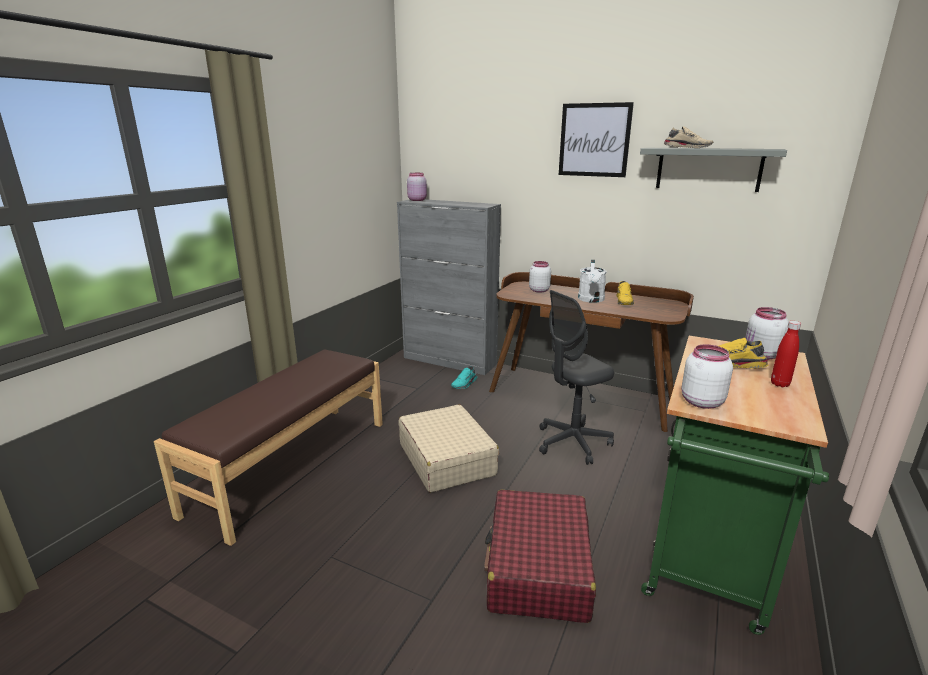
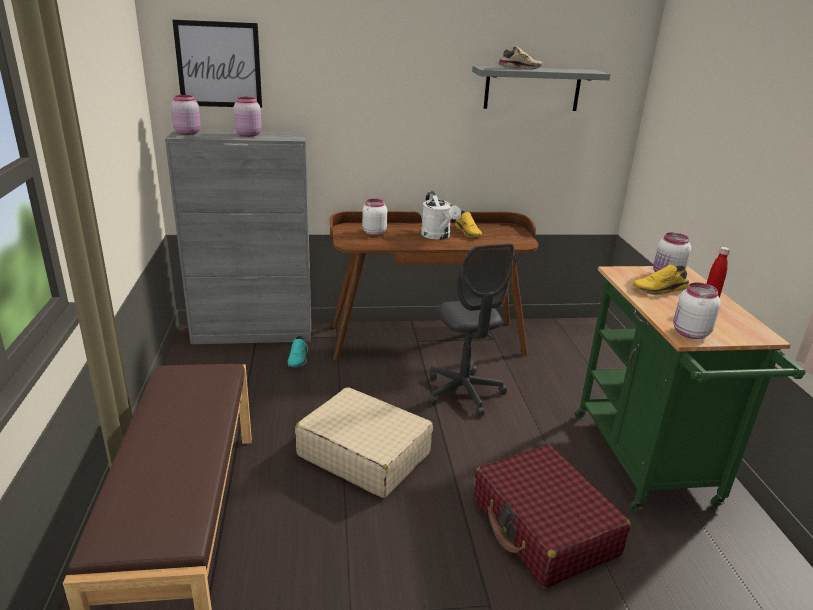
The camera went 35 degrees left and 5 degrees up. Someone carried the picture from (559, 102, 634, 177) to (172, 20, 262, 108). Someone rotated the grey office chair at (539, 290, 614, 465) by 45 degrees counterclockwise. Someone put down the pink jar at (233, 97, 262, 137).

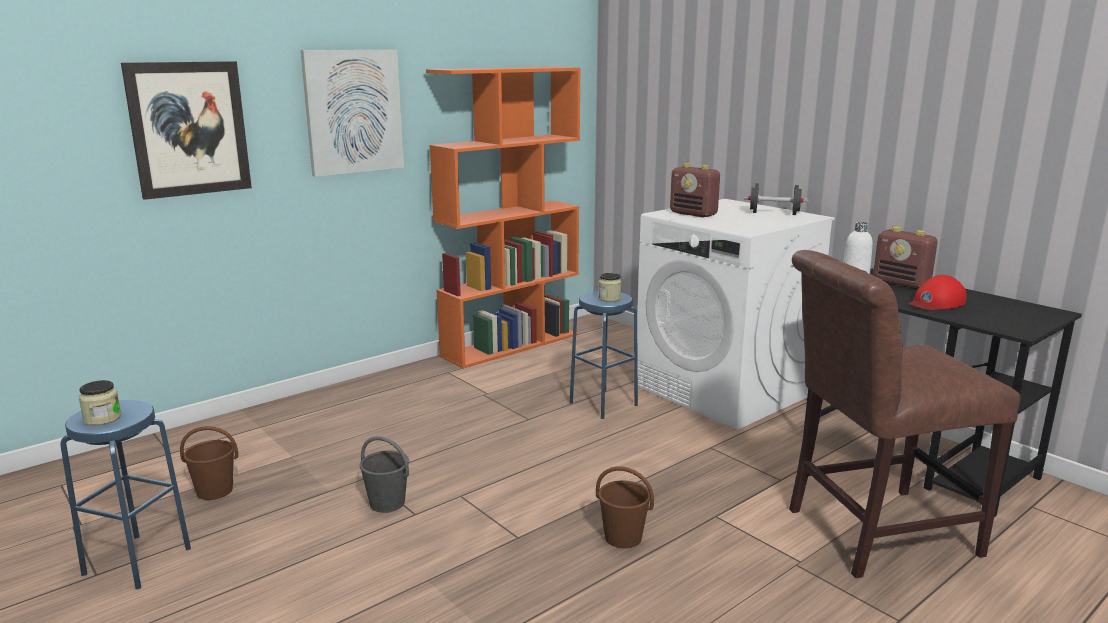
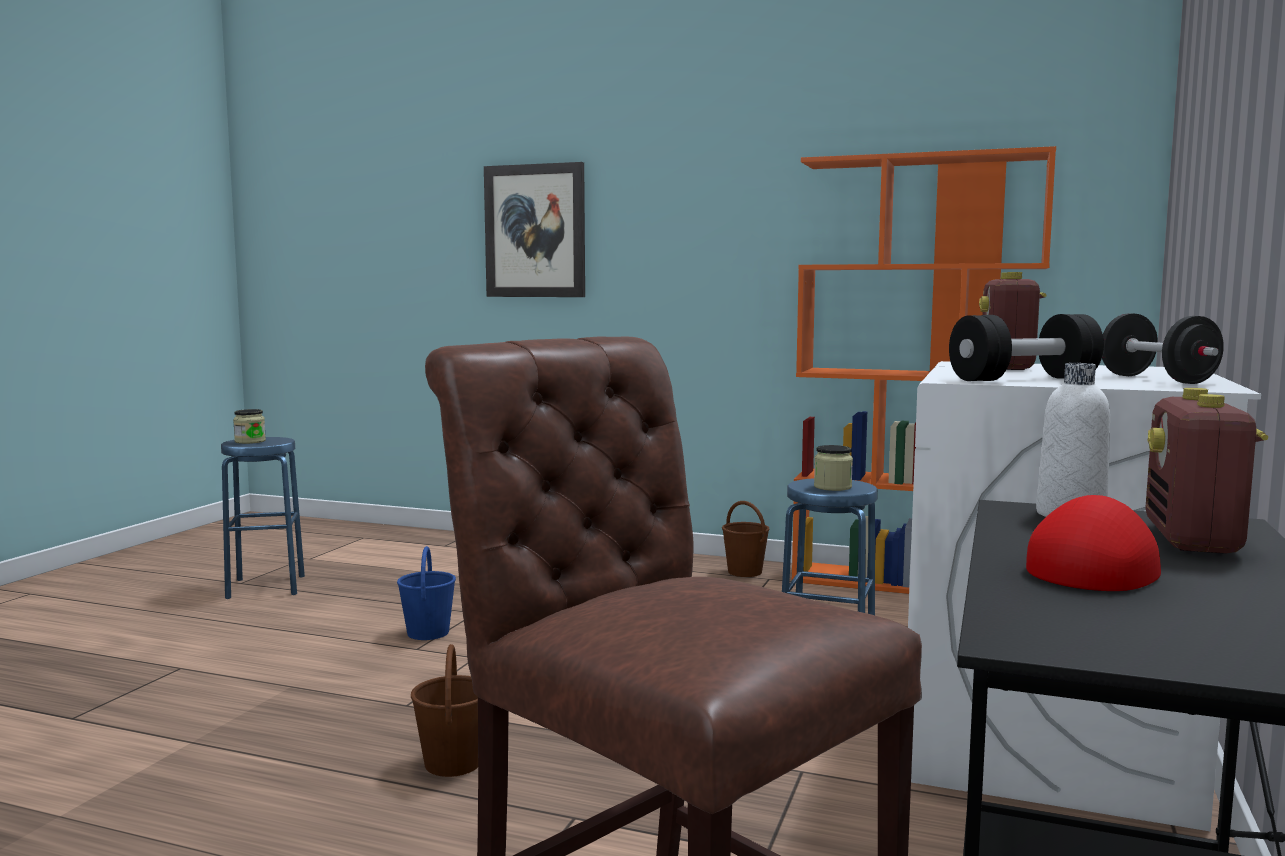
The camera went 60 degrees right and 10 degrees down. Someone took away the picture at (301, 50, 404, 177). Someone rotated the red cap at (909, 275, 967, 310) by 105 degrees clockwise. Someone carried the brown bucket from (180, 426, 239, 500) to (722, 501, 770, 577). Someone repainted the grey bucket at (360, 436, 409, 513), which became the blue bucket at (397, 546, 456, 640). Someone put down the black dumbbell at (949, 314, 1104, 381).

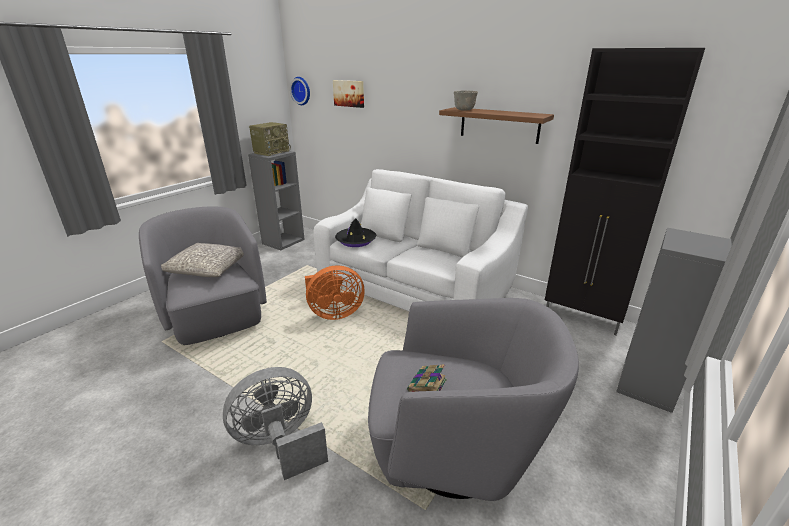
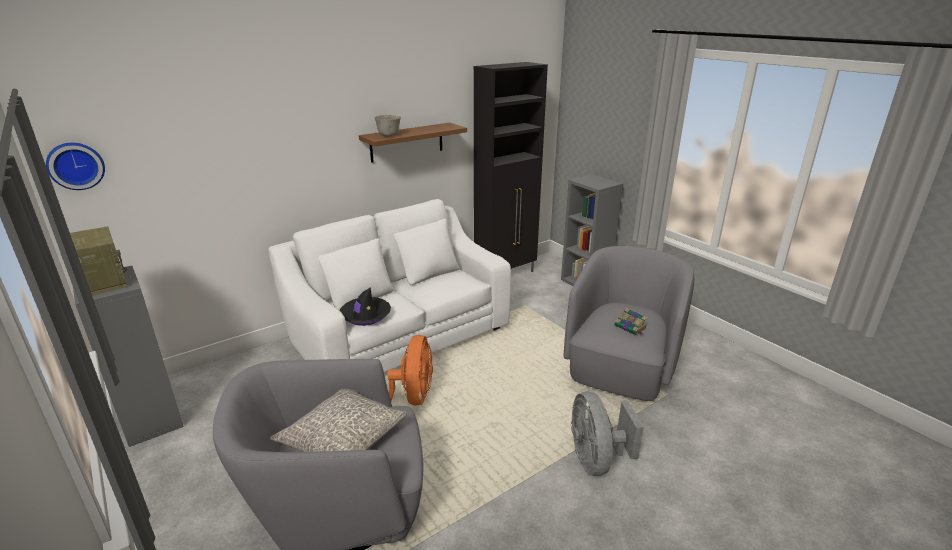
The camera went 70 degrees left and 0 degrees up. Someone took away the picture at (333, 80, 364, 108).

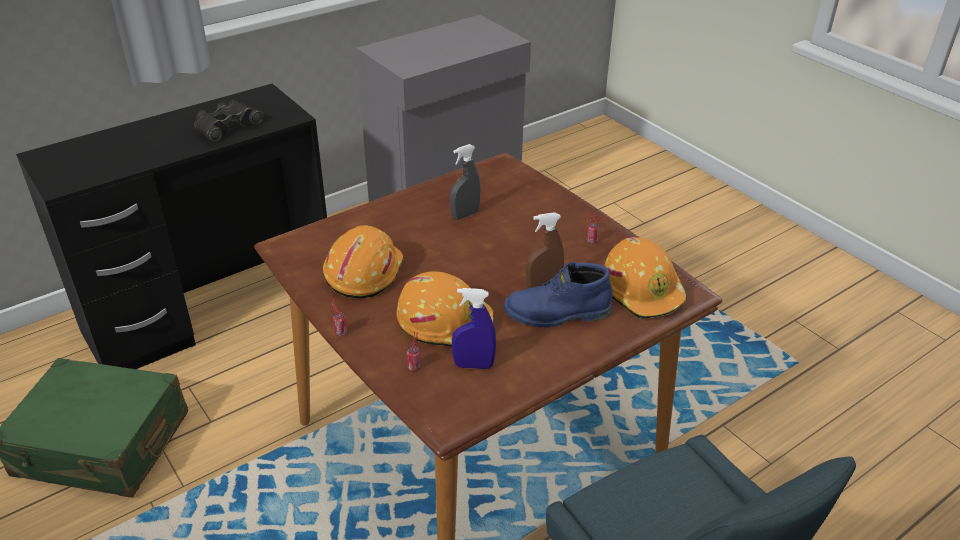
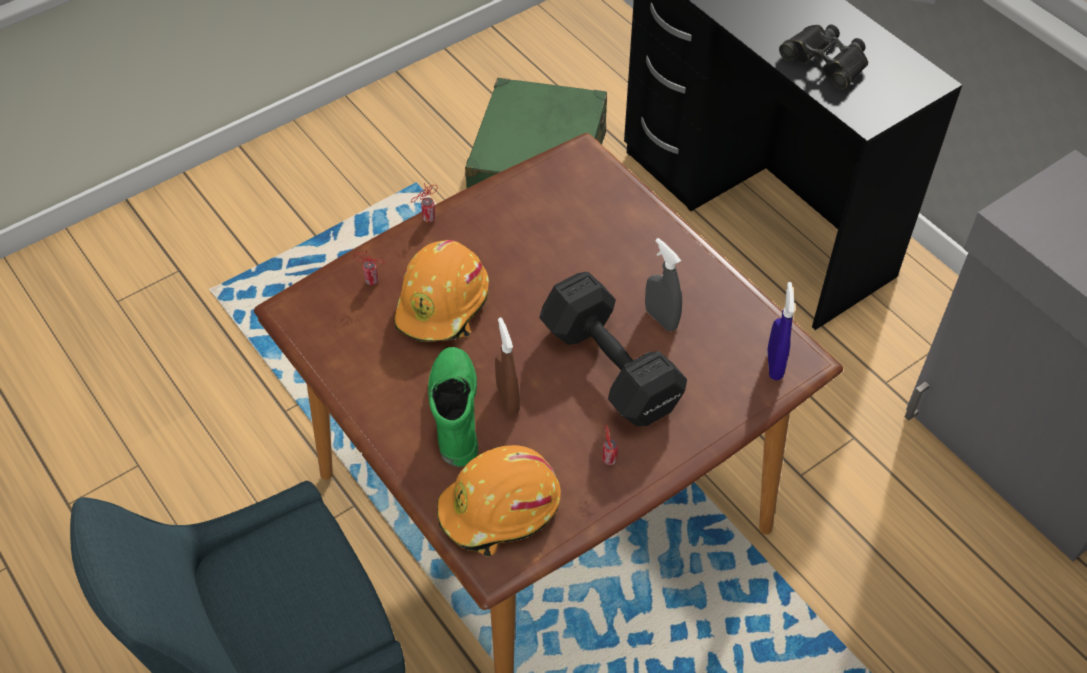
The camera went 90 degrees right and 15 degrees up. Someone took away the orange hard hat at (323, 225, 403, 298). Someone repainted the blue boot at (504, 262, 612, 328), which became the green boot at (428, 347, 478, 467). Someone carried the blue spray bottle from (452, 288, 496, 369) to (768, 282, 795, 380). Someone put down the black dumbbell at (539, 272, 687, 426).

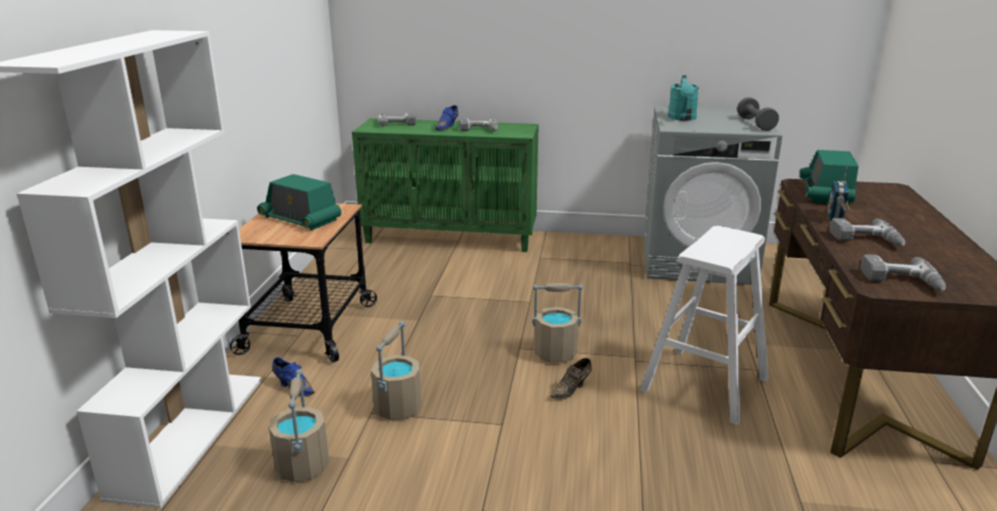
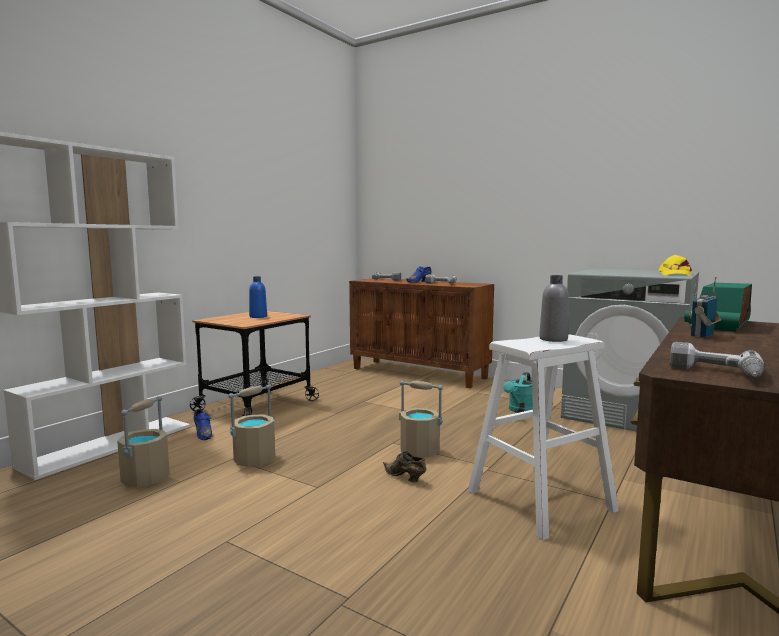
The camera went 25 degrees right and 15 degrees down. Someone carried the turquoise watering can from (668, 75, 699, 121) to (503, 372, 533, 413). Someone swapped the grey dumbbell at (737, 97, 779, 131) for the yellow cap at (659, 255, 692, 276). Someone repainted the green cabinet at (352, 118, 539, 252), which became the brown cabinet at (349, 278, 494, 388). Someone swapped the radio at (257, 174, 341, 230) for the blue bottle at (249, 276, 267, 318). Someone took away the power drill at (830, 218, 905, 246). Someone rotated the brown shoe at (550, 358, 592, 400) by 60 degrees clockwise. Someone put down the grey bottle at (539, 275, 569, 342).

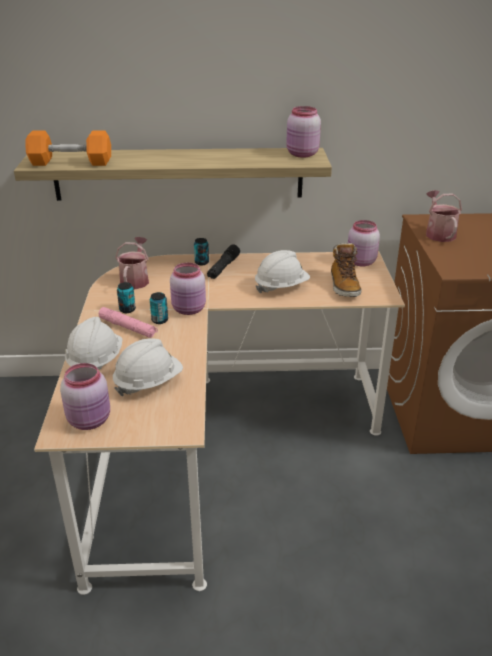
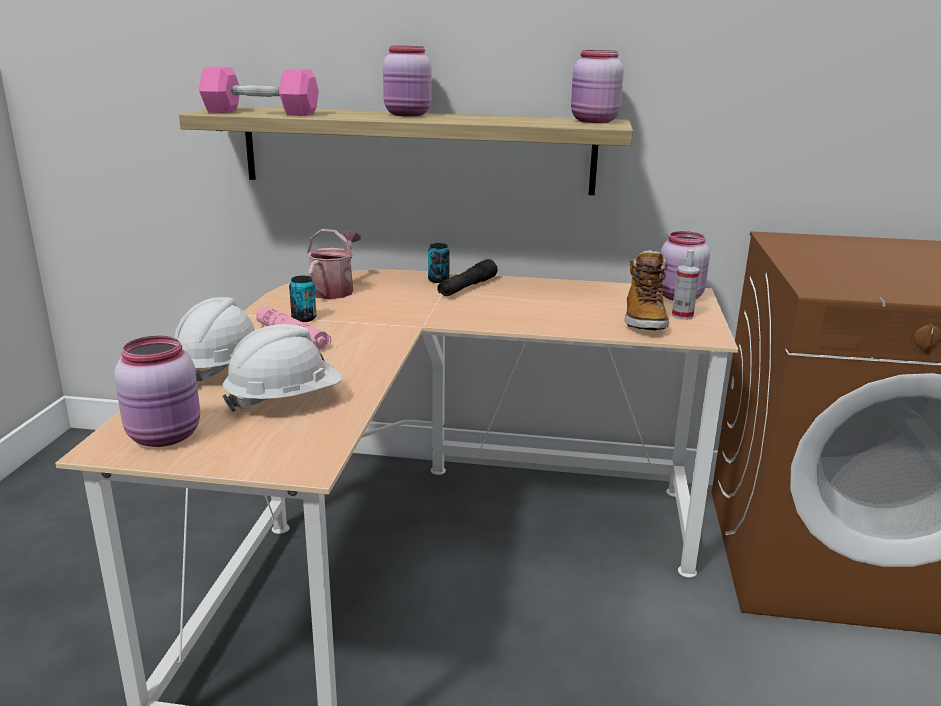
The camera went 10 degrees right and 10 degrees down. Someone repainted the orange dumbbell at (26, 131, 111, 166), which became the pink dumbbell at (199, 67, 319, 116). Someone took away the watering can at (426, 190, 462, 242). Someone took away the white hard hat at (255, 250, 310, 293). Someone carried the pink jar from (170, 263, 206, 315) to (383, 46, 432, 116). Someone took away the can at (150, 292, 168, 324). Someone put down the spray bottle at (672, 250, 700, 320).

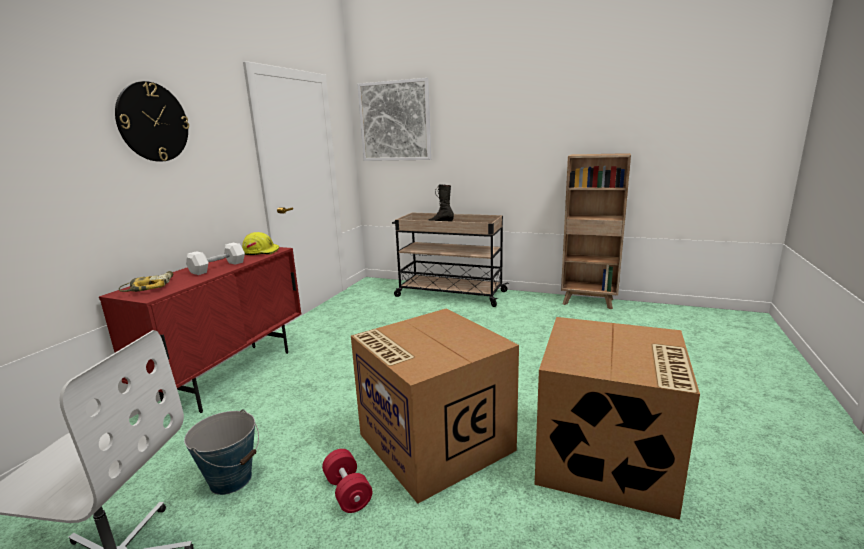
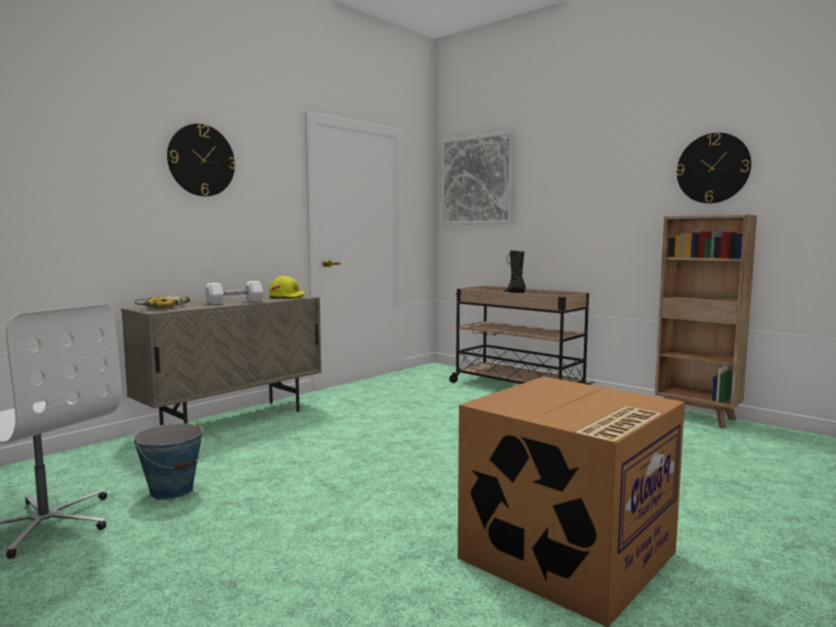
The camera went 20 degrees right and 10 degrees down. Someone repainted the red cabinet at (99, 247, 301, 413), which became the beige cabinet at (121, 296, 322, 425). Someone took away the cardboard box at (351, 308, 519, 504). Someone took away the red dumbbell at (322, 449, 372, 513). Someone put up the wall clock at (676, 133, 751, 203).

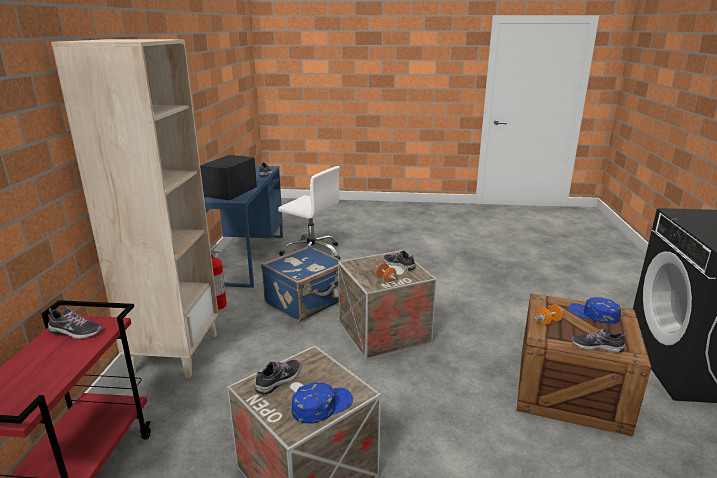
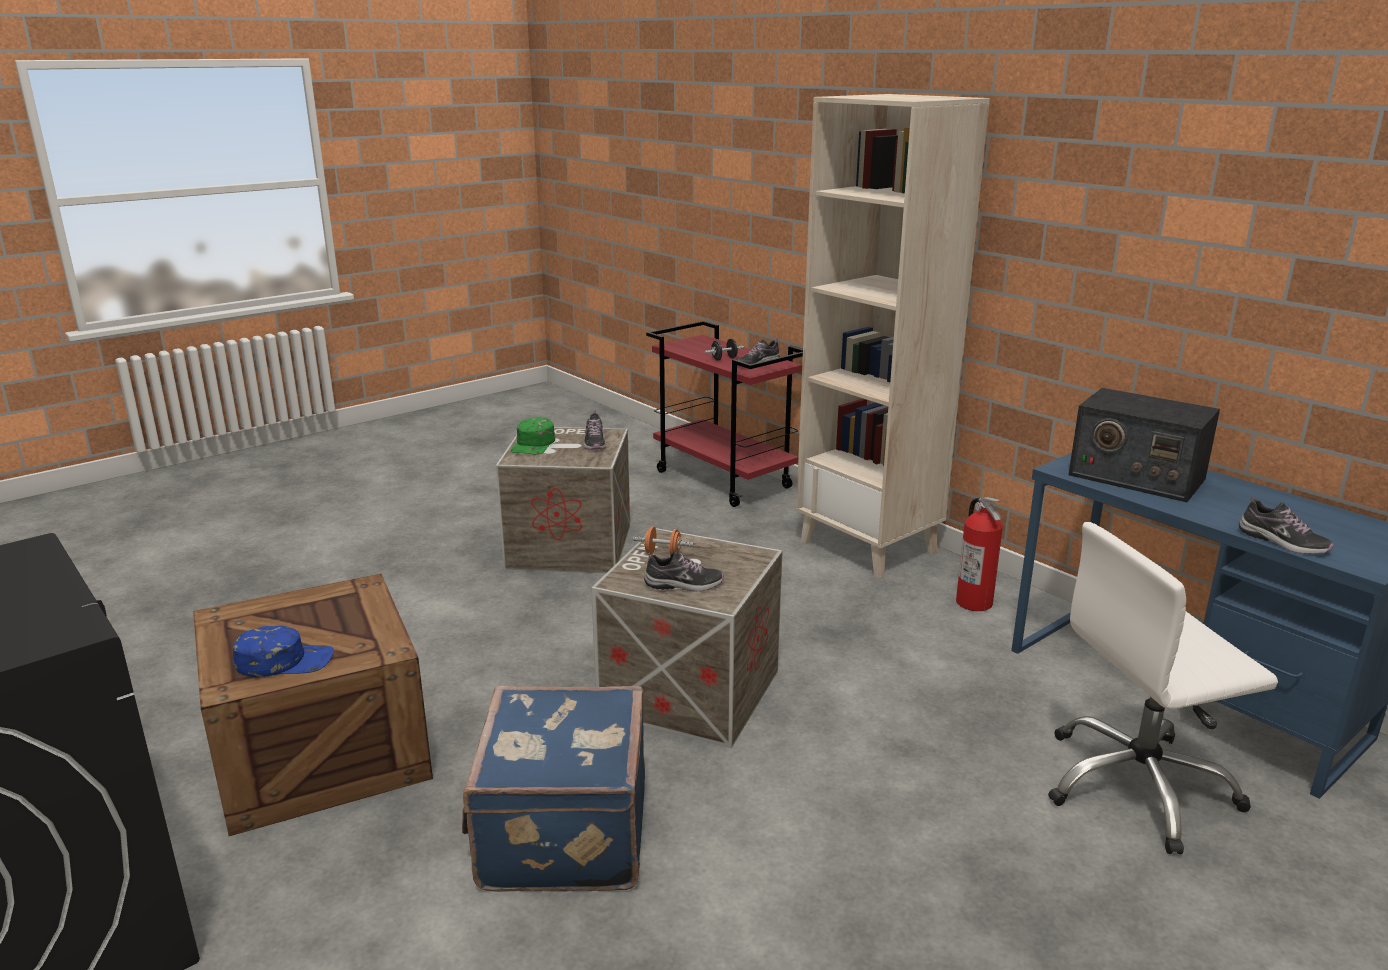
The camera went 135 degrees right and 0 degrees up. Someone rotated the radio at (200, 155, 257, 200) by 150 degrees clockwise. Someone carried the blue suitcase from (261, 246, 343, 322) to (462, 686, 645, 892). Someone took away the orange dumbbell at (535, 304, 565, 325). Someone took away the shoe at (571, 328, 625, 353). Someone repainted the blue cap at (292, 382, 353, 424), which became the green cap at (510, 417, 555, 455). Someone put down the black dumbbell at (705, 339, 744, 360).

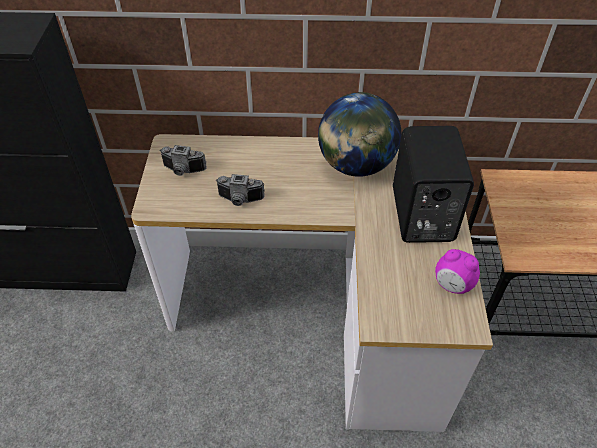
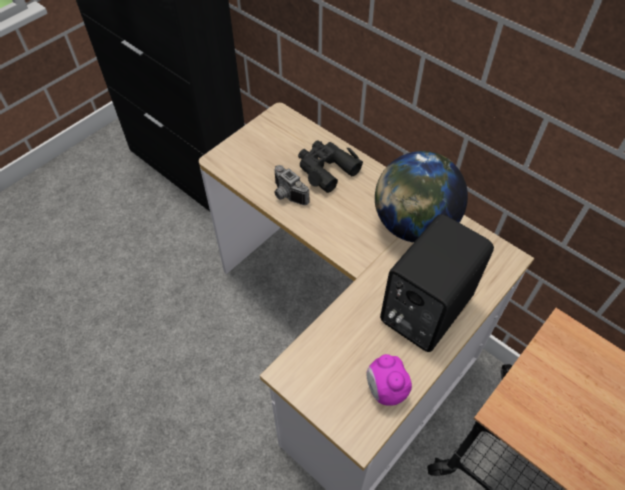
The camera went 40 degrees right and 5 degrees up. Someone took away the photo camera at (160, 145, 207, 176). Someone put down the black binoculars at (298, 140, 363, 193).

